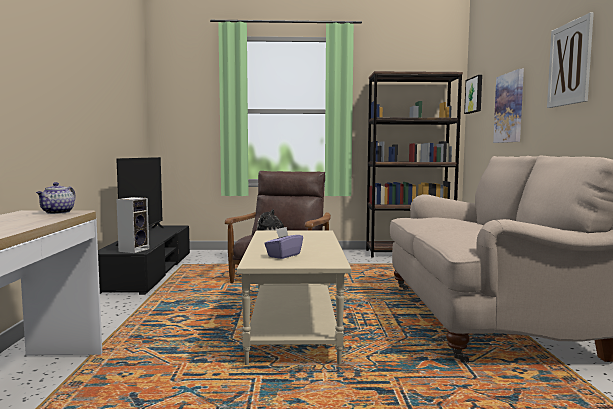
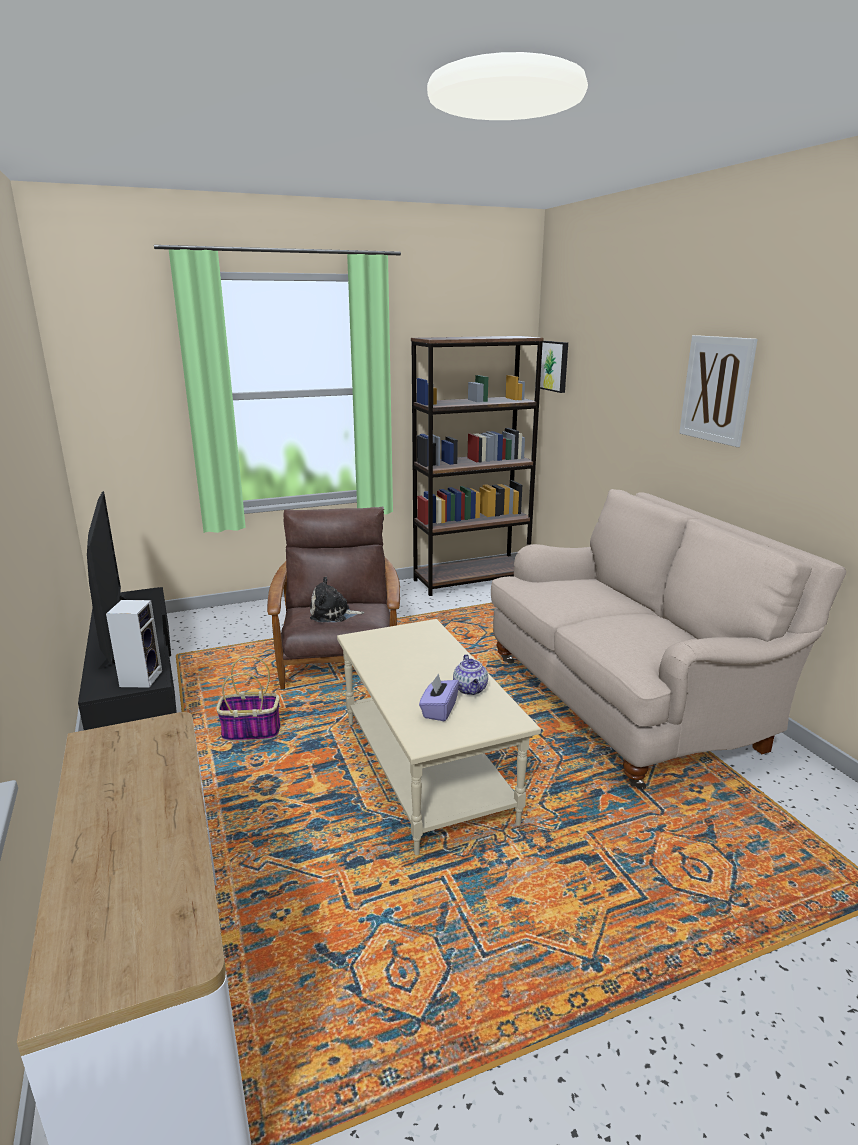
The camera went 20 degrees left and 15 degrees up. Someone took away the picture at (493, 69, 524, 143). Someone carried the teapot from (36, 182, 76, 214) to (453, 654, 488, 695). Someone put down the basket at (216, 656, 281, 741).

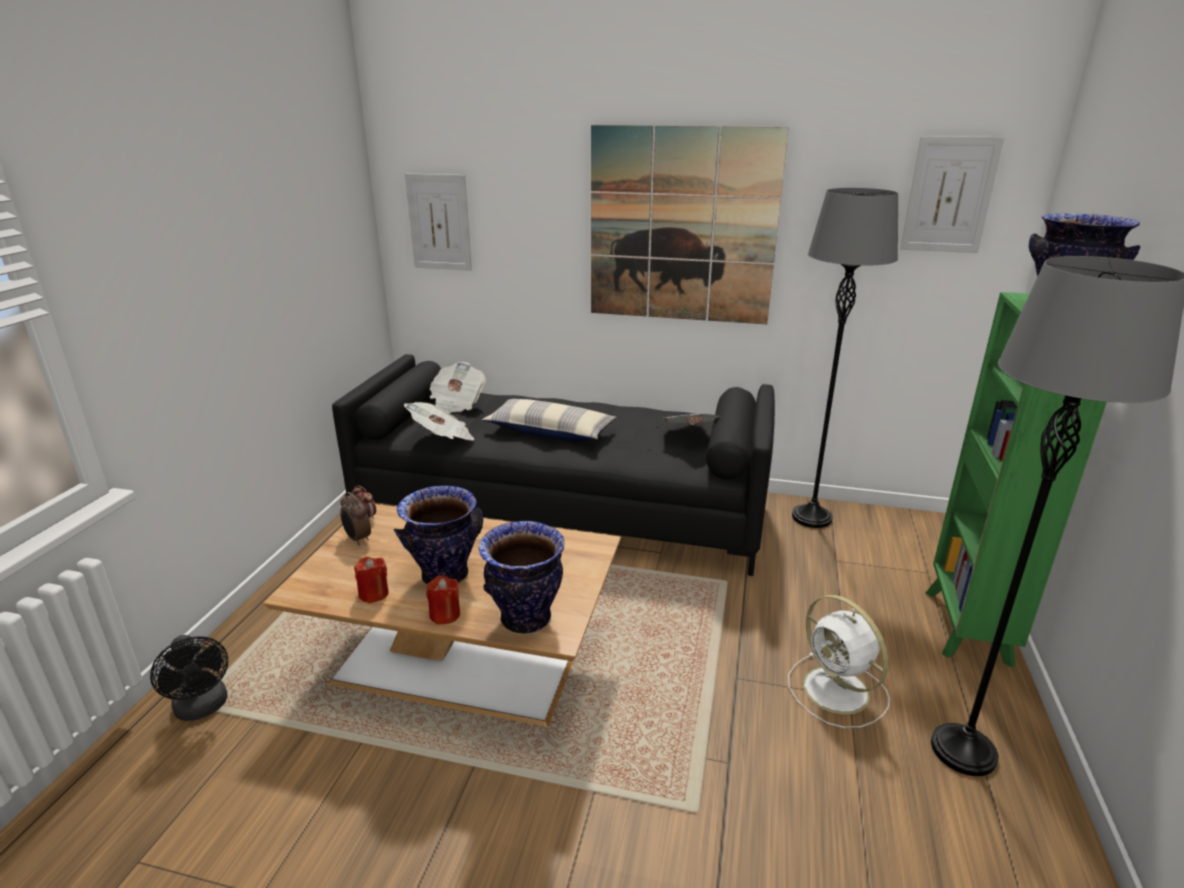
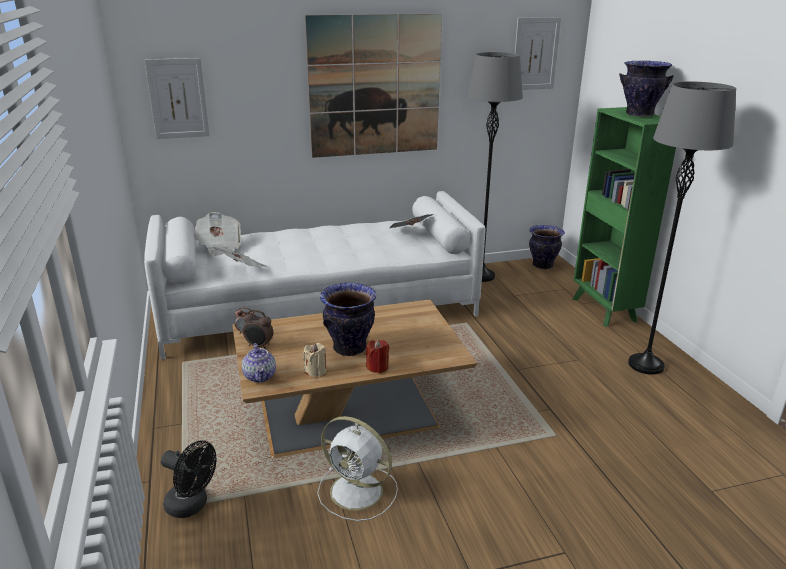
The camera went 30 degrees left and 0 degrees up. Someone repainted the black sofa at (332, 354, 775, 576), which became the white sofa at (144, 191, 485, 360). Someone took away the pillow at (482, 399, 616, 441). Someone carried the vase from (479, 521, 564, 634) to (529, 225, 565, 269). Someone repainted the red candle at (354, 557, 389, 603), which became the beige candle at (303, 343, 327, 377). Someone carried the white fan from (788, 595, 890, 728) to (317, 416, 398, 521). Someone put down the teapot at (242, 343, 276, 383).

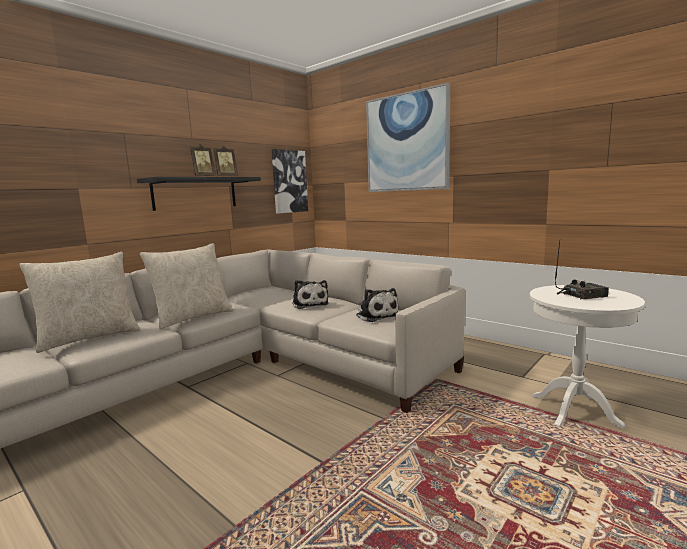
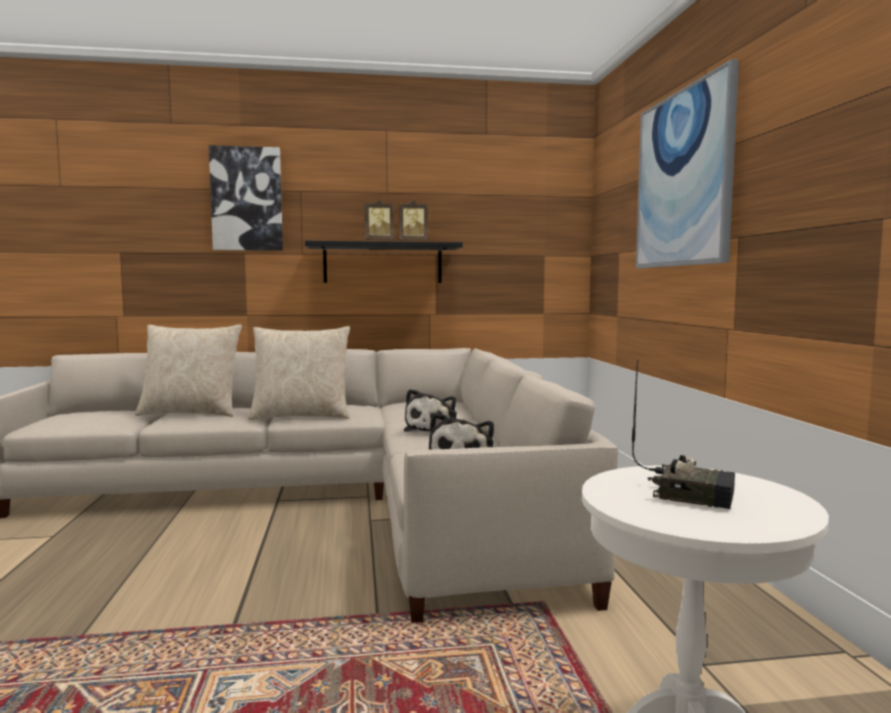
The camera went 40 degrees right and 5 degrees down. Someone carried the picture from (271, 149, 308, 214) to (209, 145, 283, 251).

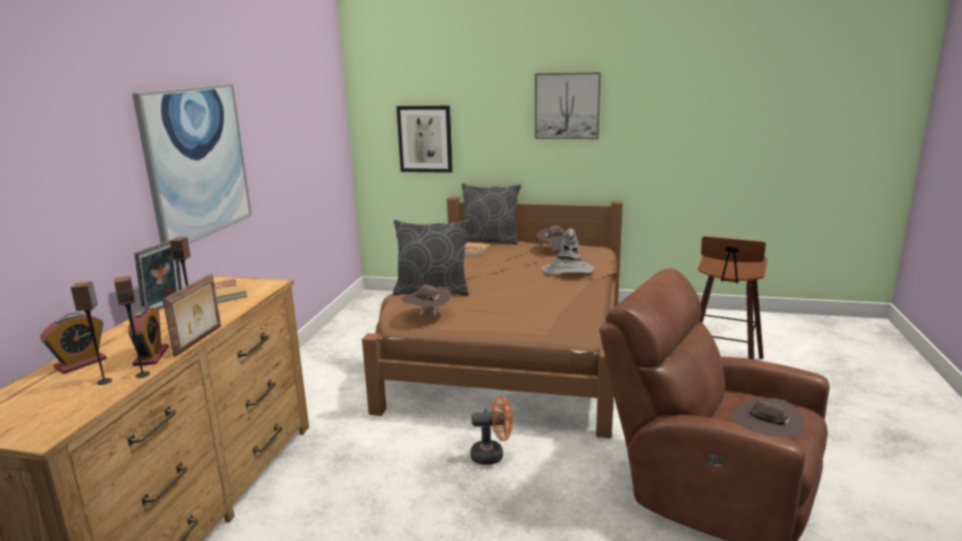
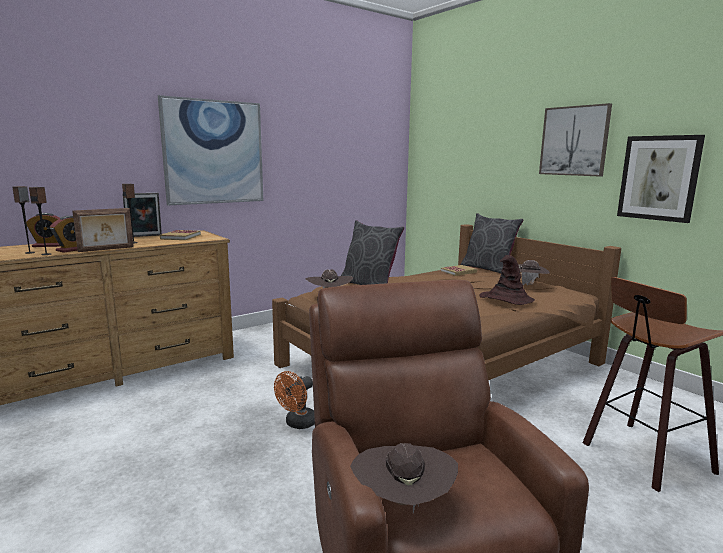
The camera went 40 degrees right and 5 degrees down. Someone carried the picture from (396, 105, 453, 173) to (617, 135, 705, 223). Someone repainted the grey hat at (542, 228, 594, 274), which became the brown hat at (480, 255, 535, 305). Someone rotated the orange fan at (470, 396, 513, 465) by 90 degrees clockwise.

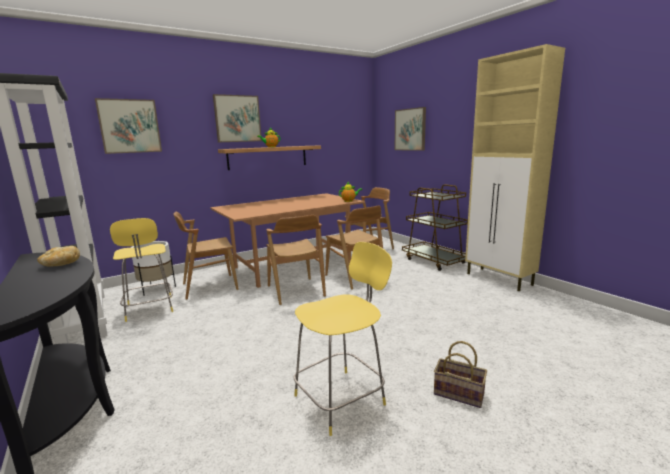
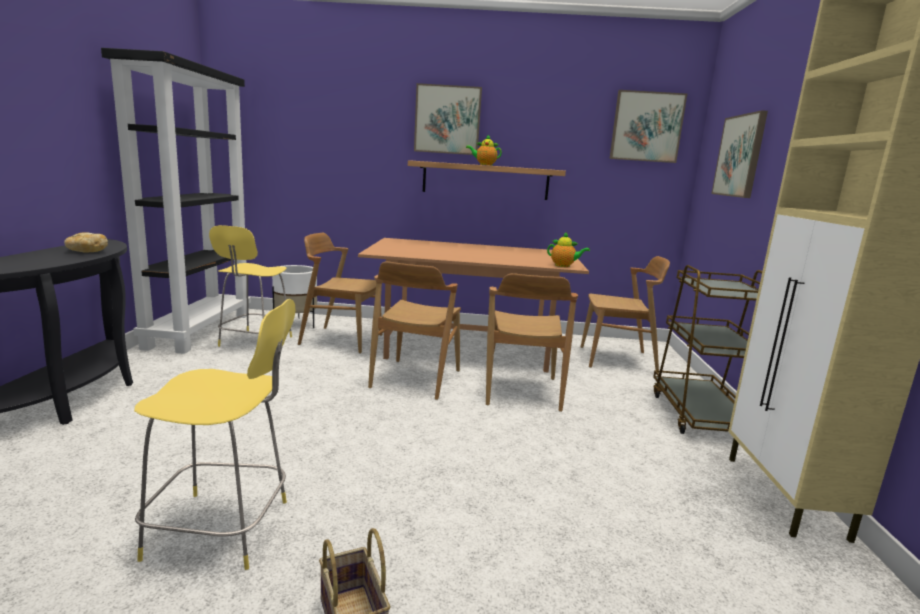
The camera went 35 degrees right and 0 degrees up. Someone carried the picture from (95, 98, 162, 154) to (609, 90, 687, 163).

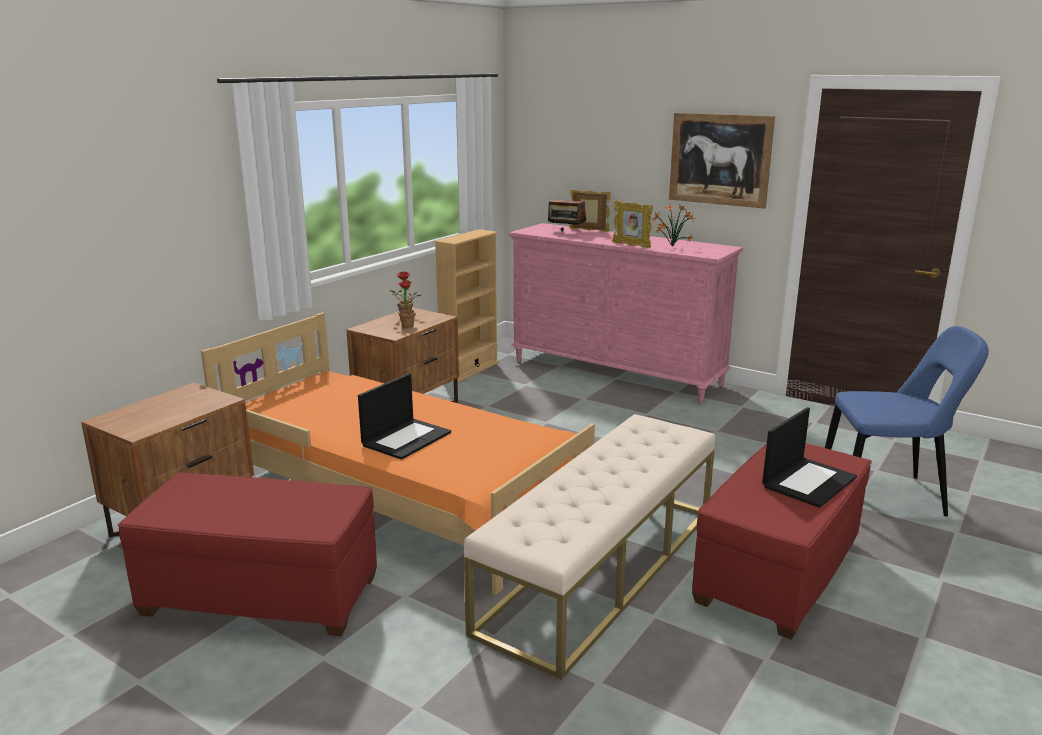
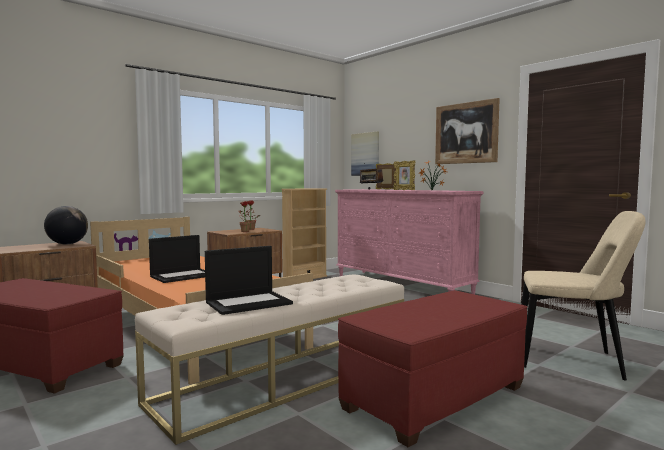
The camera went 15 degrees right and 15 degrees down. Someone repainted the blue chair at (825, 326, 989, 516), which became the beige chair at (521, 211, 646, 380). Someone carried the laptop from (762, 407, 857, 508) to (205, 246, 293, 315). Someone put up the picture at (351, 132, 379, 176). Someone put down the globe at (44, 206, 88, 244).

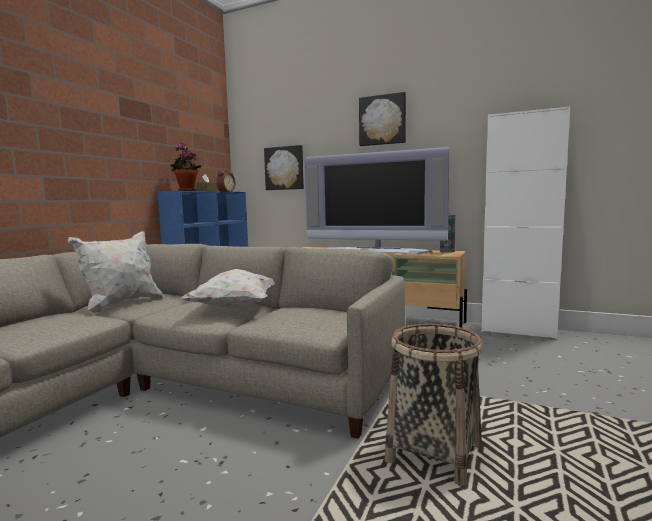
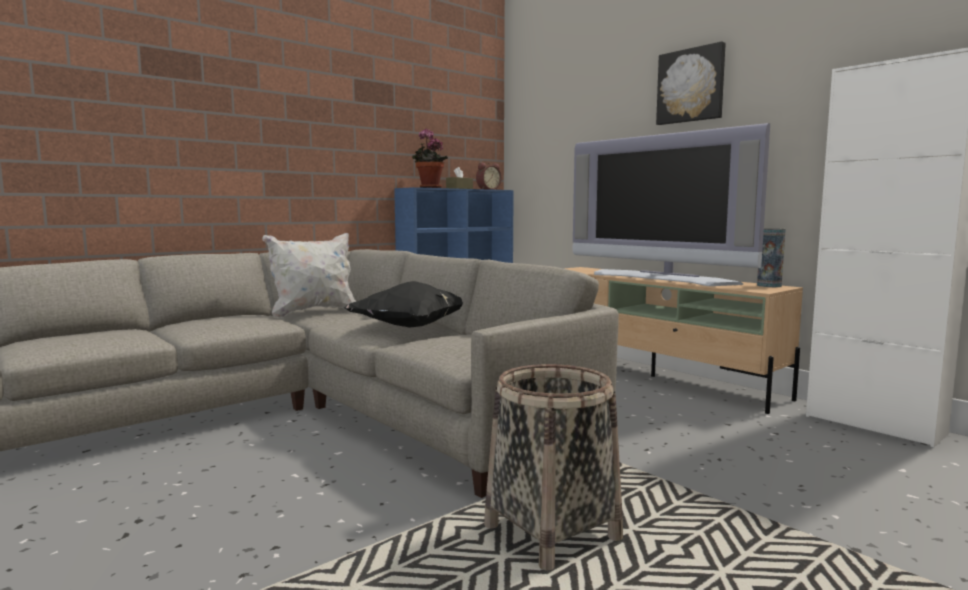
The camera went 25 degrees right and 0 degrees up. Someone took away the picture at (264, 145, 304, 190). Someone repainted the white pillow at (181, 269, 275, 308), which became the black pillow at (344, 281, 463, 328).

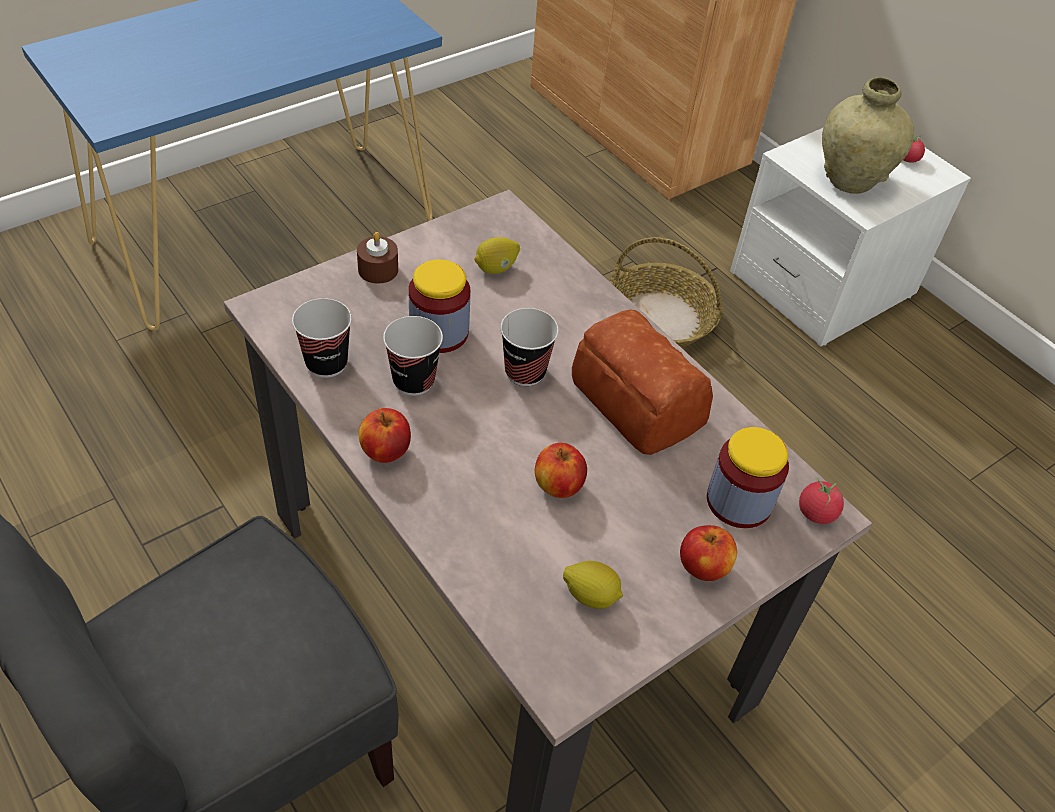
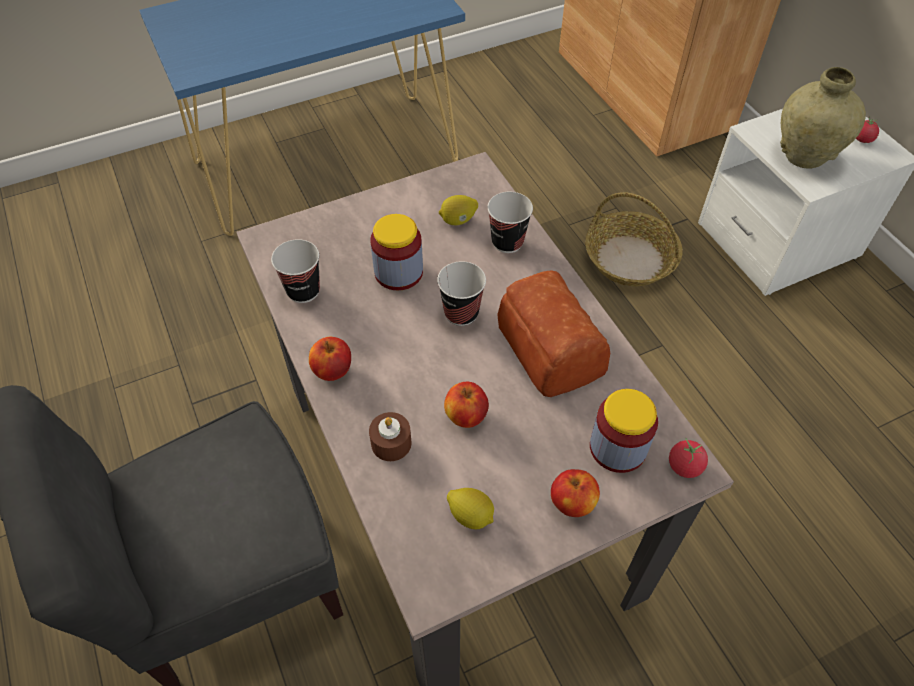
The camera went 15 degrees right and 5 degrees up. Someone carried the brown candle from (357, 232, 398, 283) to (369, 412, 412, 461). Someone carried the cup from (383, 316, 443, 395) to (488, 192, 533, 253).

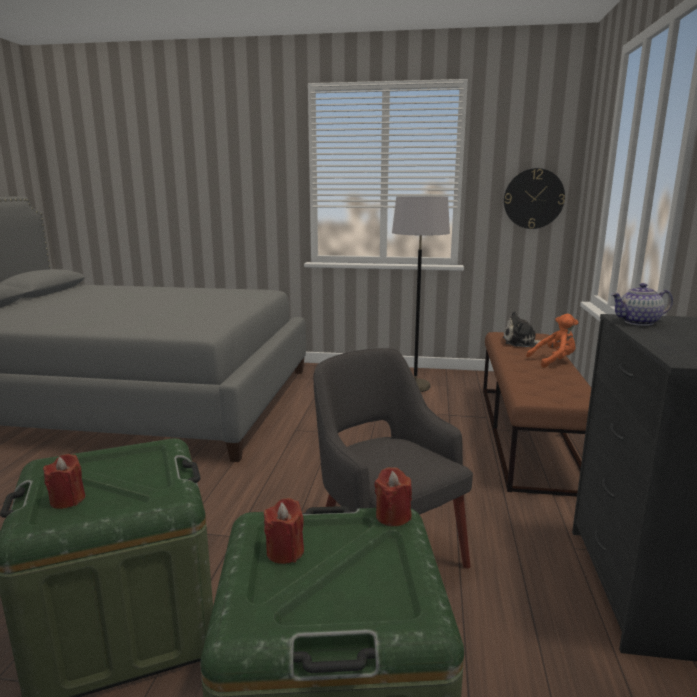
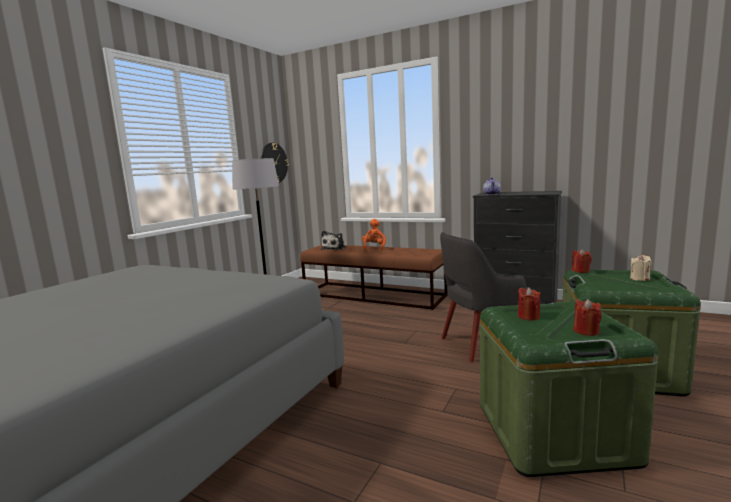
The camera went 70 degrees left and 5 degrees down. Someone carried the red candle from (264, 498, 304, 564) to (518, 287, 540, 320). Someone put down the beige candle at (630, 255, 652, 281).

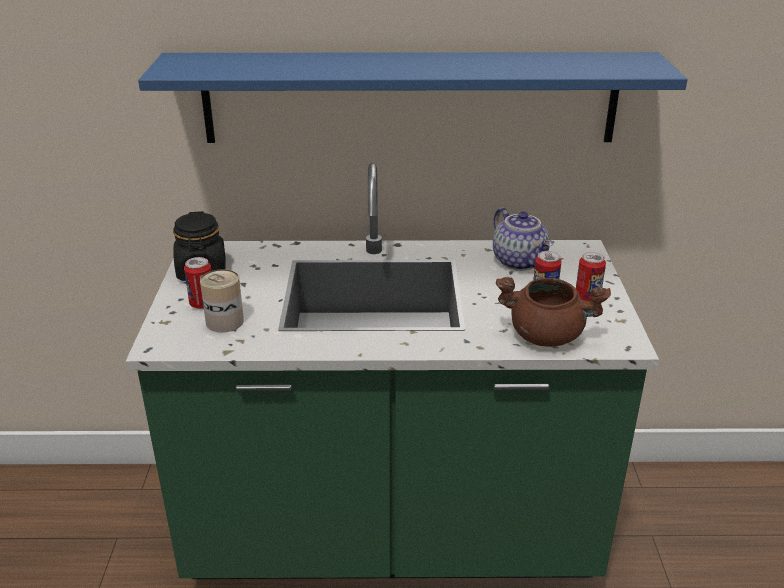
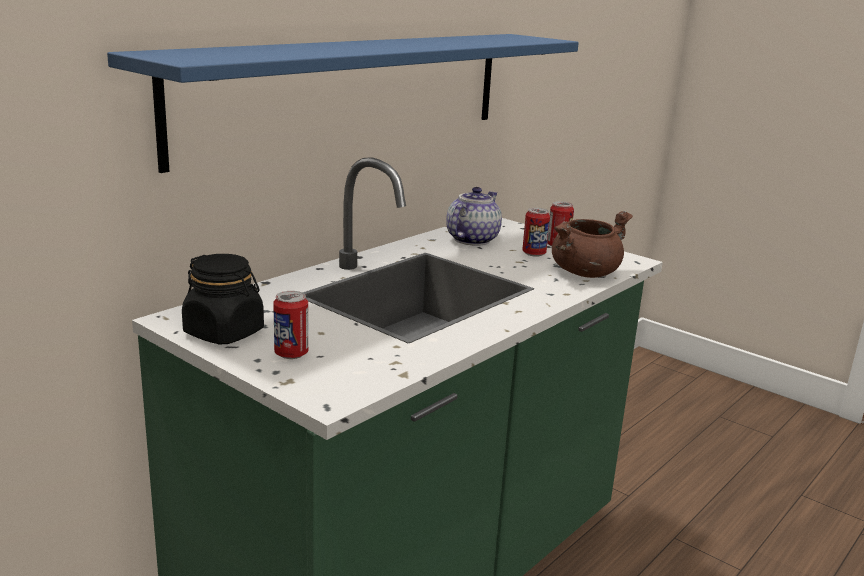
The camera went 50 degrees left and 10 degrees down. Someone rotated the teapot at (493, 208, 553, 271) by 75 degrees counterclockwise. Someone took away the can at (200, 269, 244, 332).

